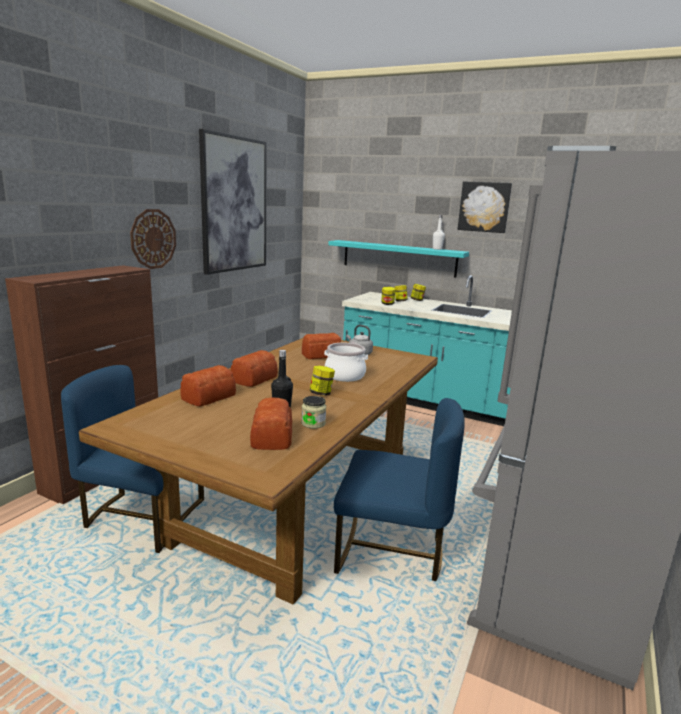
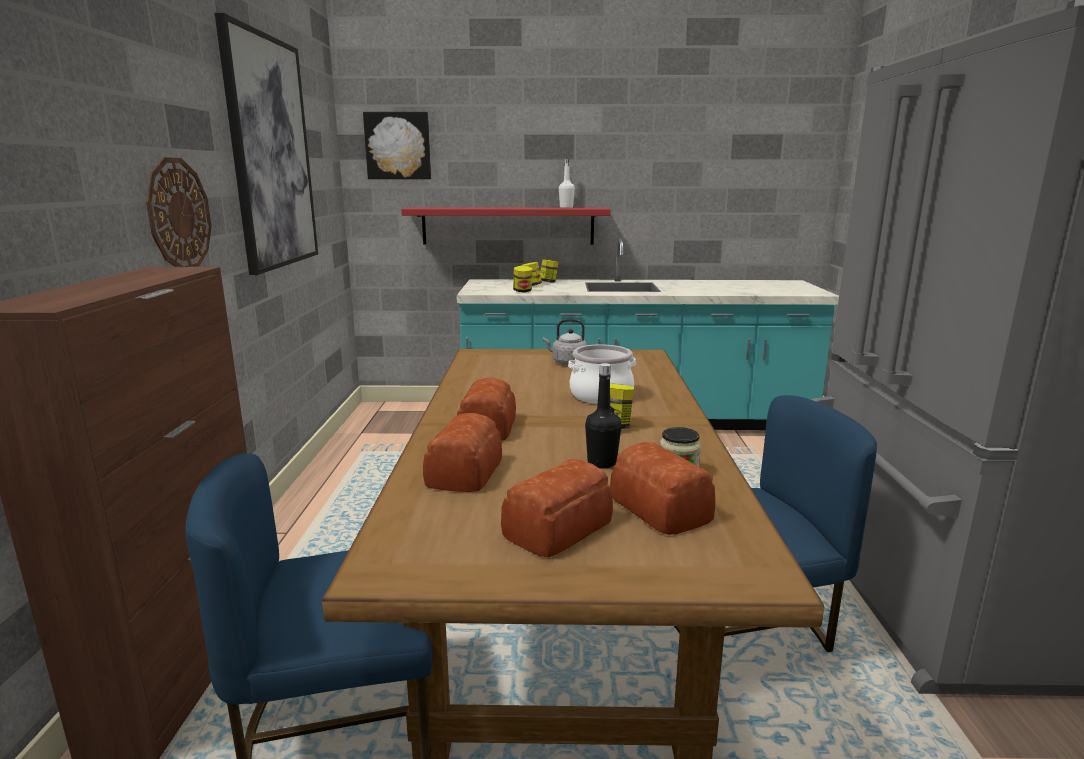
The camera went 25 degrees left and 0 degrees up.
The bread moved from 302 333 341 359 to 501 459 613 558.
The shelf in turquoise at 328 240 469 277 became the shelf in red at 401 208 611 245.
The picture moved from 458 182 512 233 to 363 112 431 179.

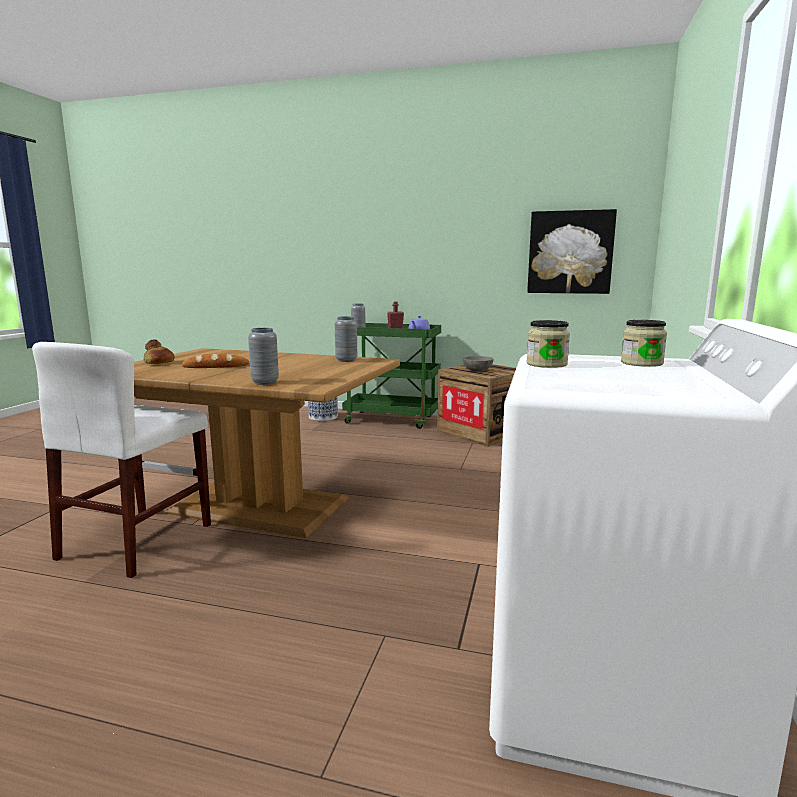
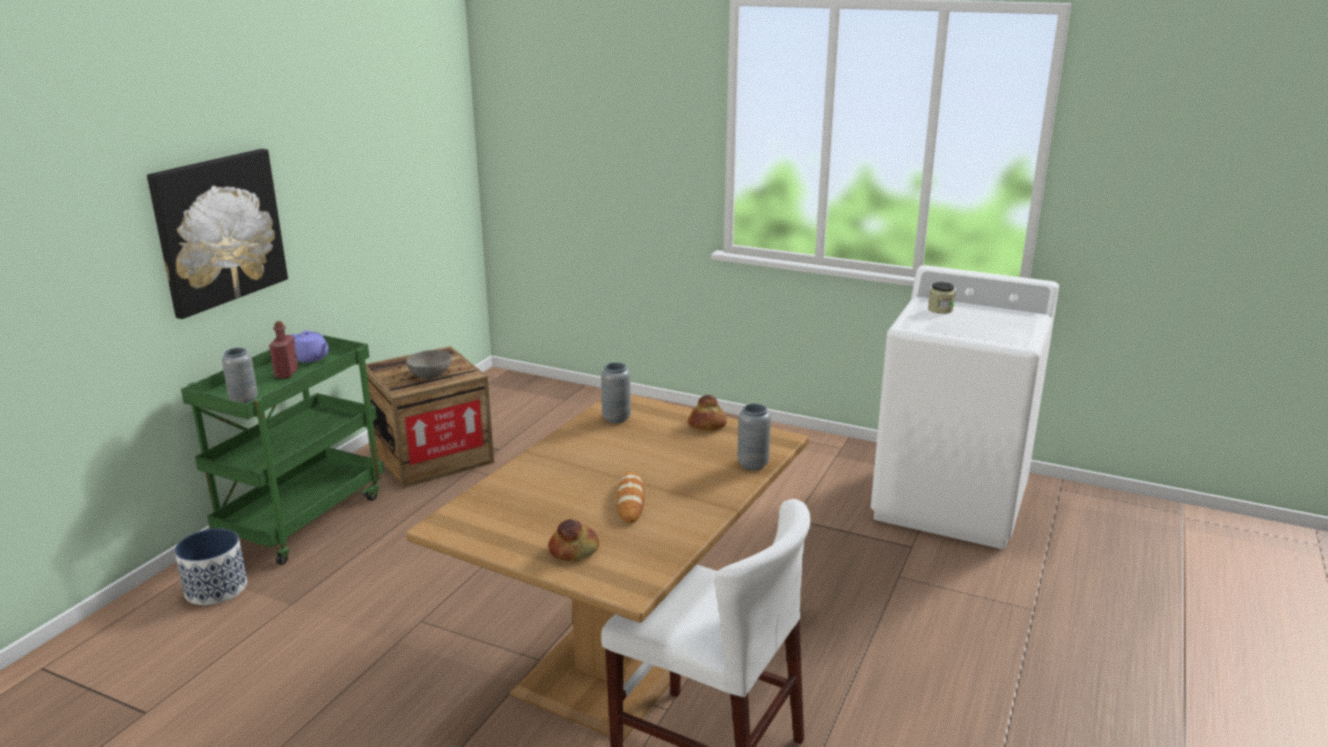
The camera went 80 degrees left and 10 degrees up.
The picture moved from 527 209 617 294 to 147 149 288 319.
The jar at 527 320 570 368 disappeared.
The bread at 688 395 727 431 appeared.

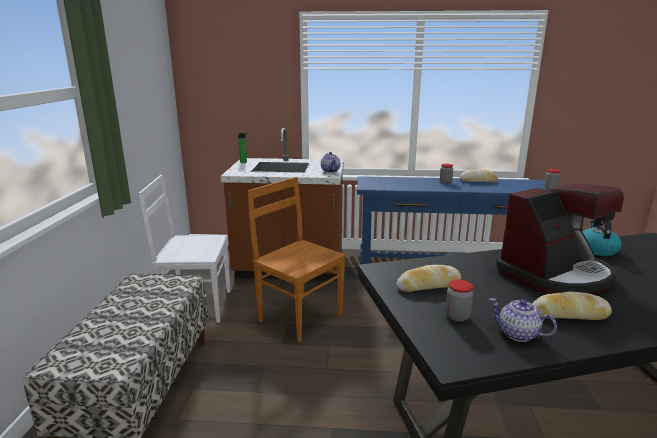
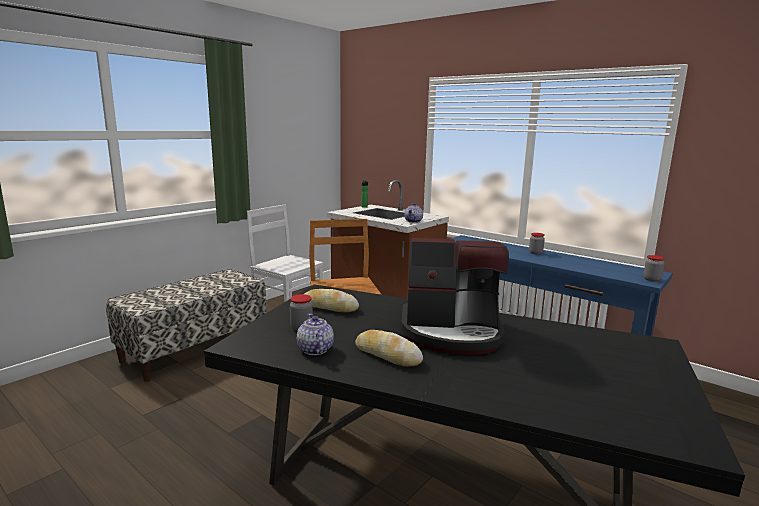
The camera went 35 degrees right and 5 degrees down.
The bread at 460 169 498 182 disappeared.
The kettle at 582 219 622 256 disappeared.

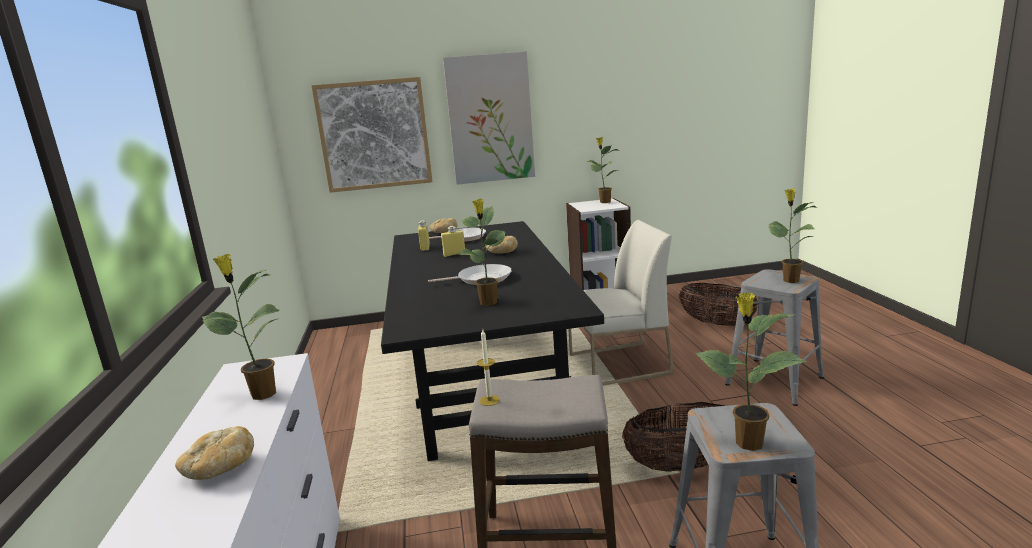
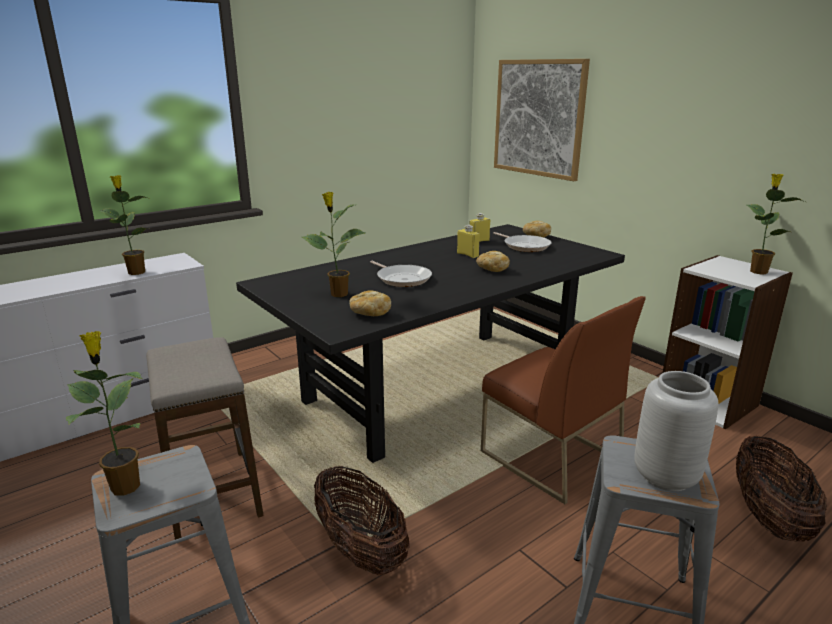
The camera went 60 degrees right and 5 degrees up.
The bread moved from 175 426 254 480 to 349 290 391 316.
The picture at 443 52 535 185 disappeared.
The candle at 477 328 500 406 disappeared.
The chair in white at 568 220 674 386 became the chair in brown at 481 296 646 504.
The potted plant at 769 188 818 283 was replaced by the vase in grey at 635 371 719 491.

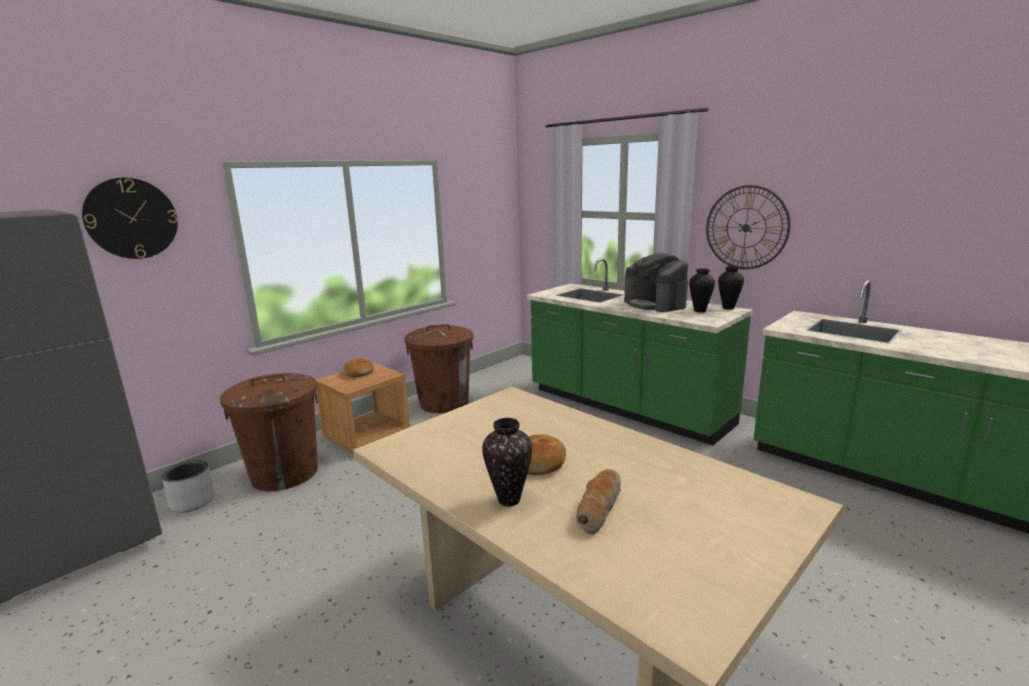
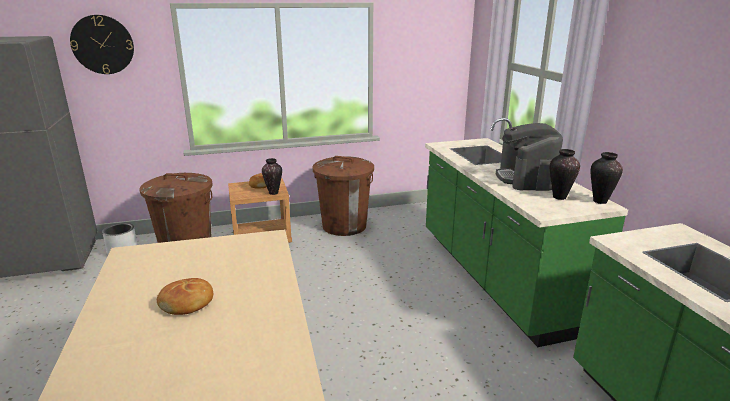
The camera went 30 degrees right and 5 degrees up.
The vase moved from 482 418 532 506 to 262 158 282 195.
The bread at 576 469 621 535 disappeared.
The wall clock at 706 185 790 269 disappeared.

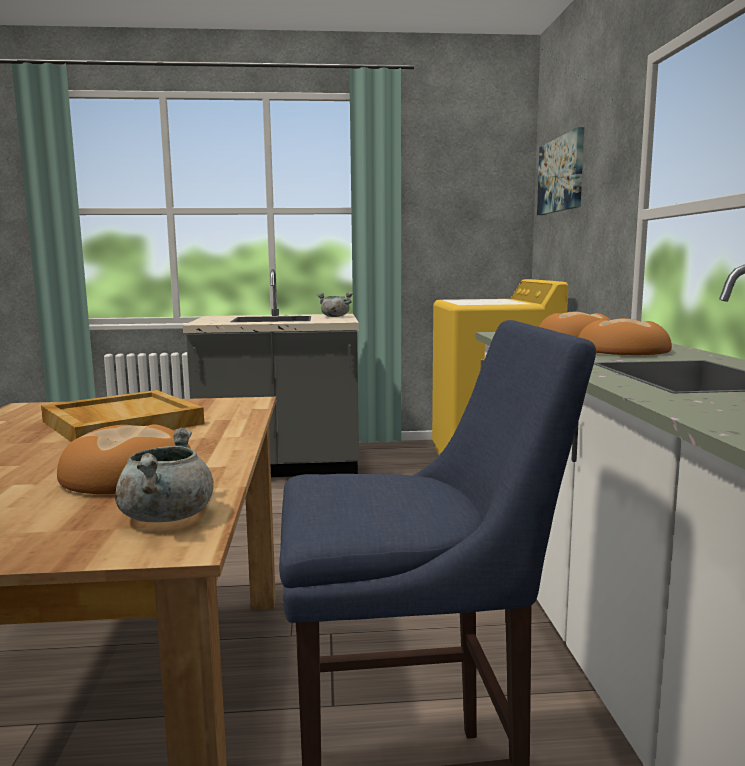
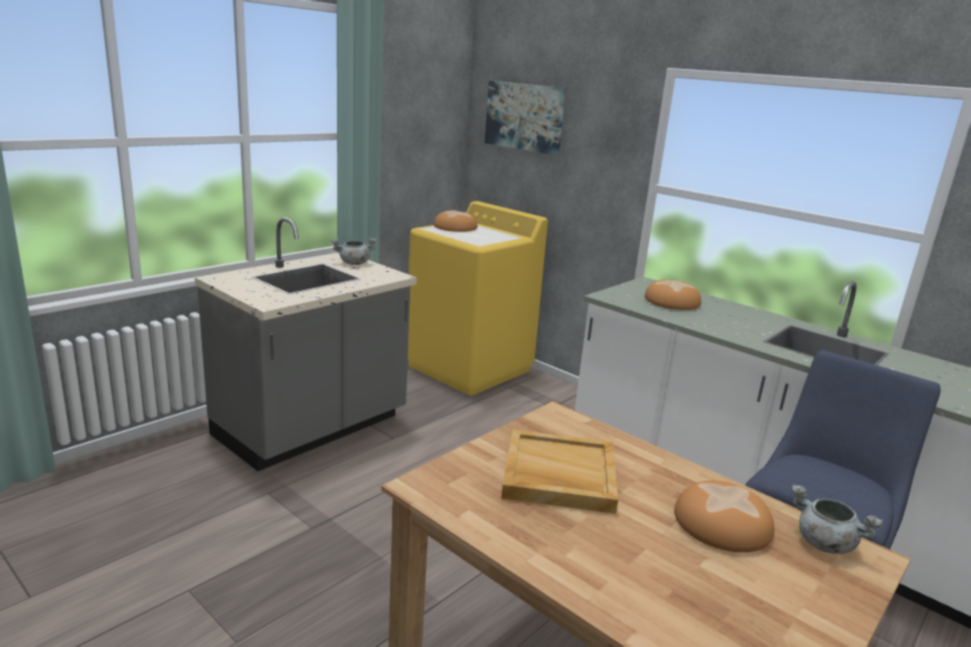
The camera went 45 degrees left and 10 degrees up.
The bread moved from 578 318 672 355 to 434 210 477 232.

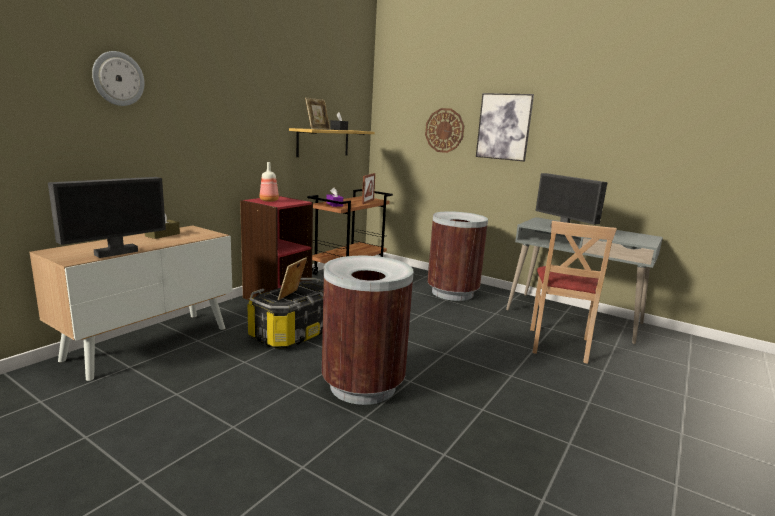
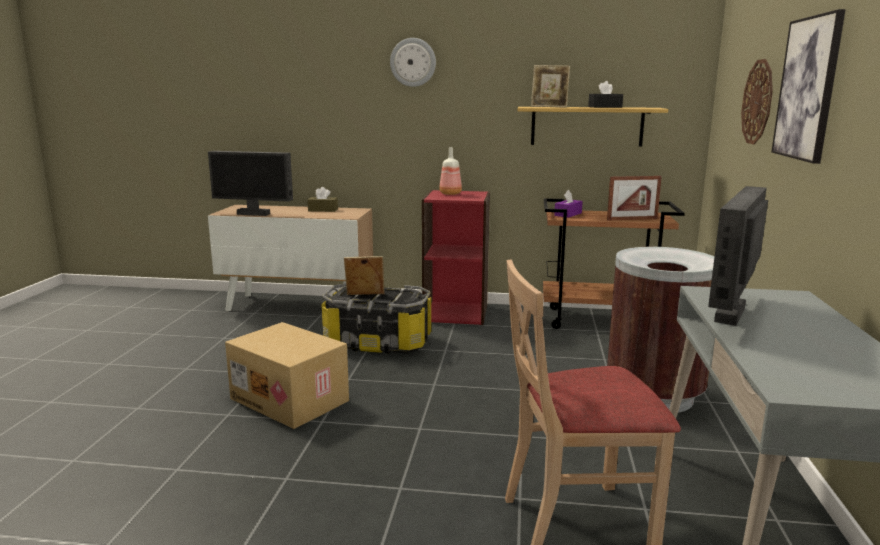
The camera went 65 degrees right and 0 degrees up.
The wall clock moved from 92 51 144 106 to 390 38 436 87.
The trash can in brown at 322 256 413 405 was replaced by the cardboard box at 225 322 349 429.

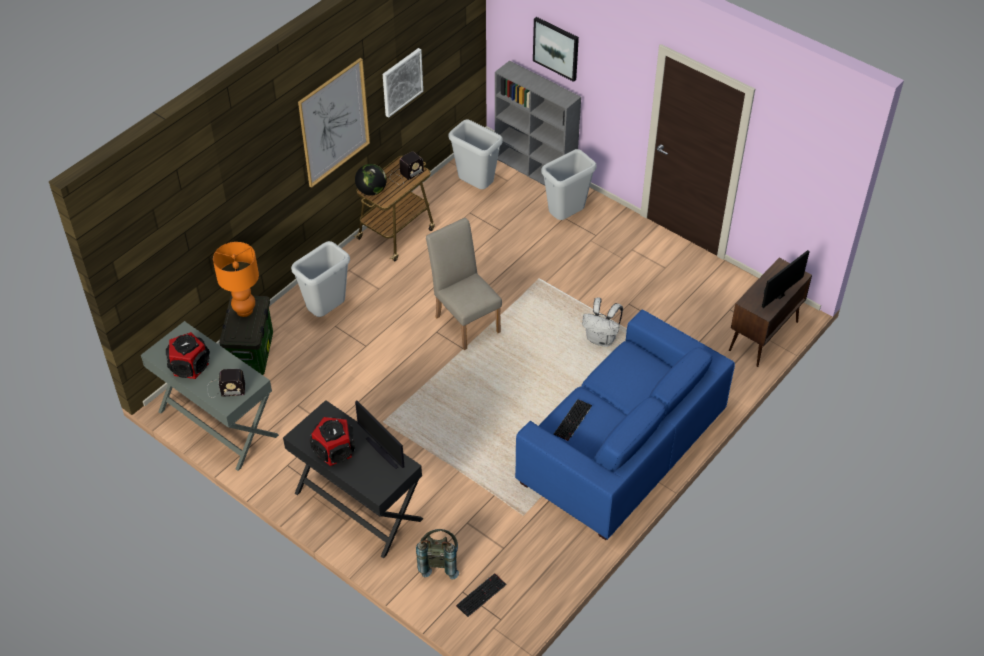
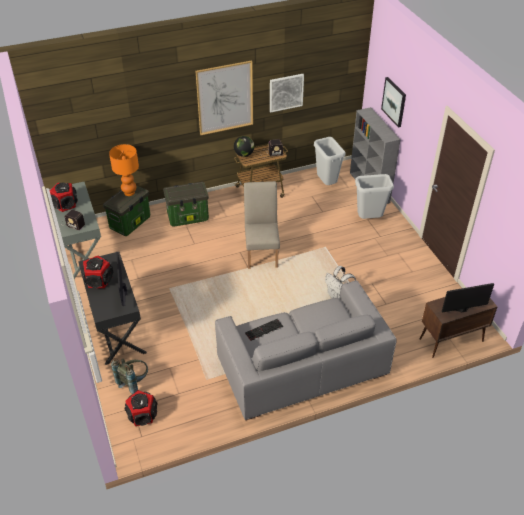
The camera went 30 degrees right and 5 degrees down.
The trash can in grey at 291 241 350 317 was replaced by the storage box at 163 182 209 227.
The keyboard at 456 573 507 617 was replaced by the speaker at 124 390 158 426.
The sofa in blue at 515 310 735 540 became the sofa in grey at 215 280 397 420.

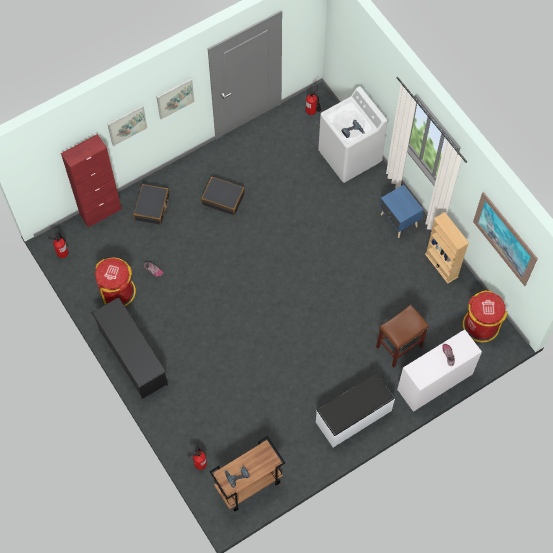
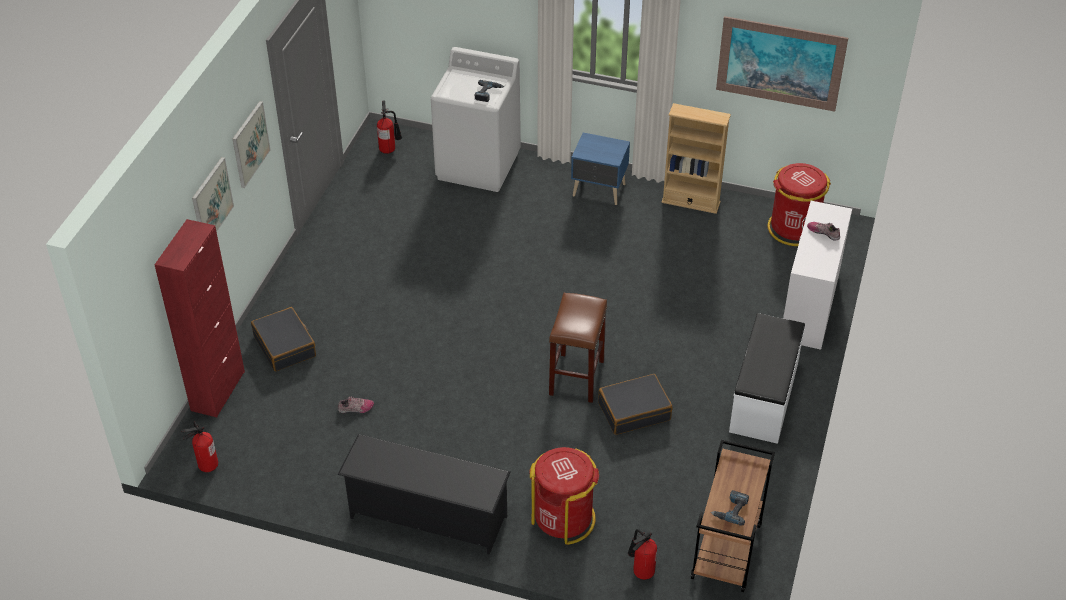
The camera went 40 degrees left and 20 degrees down.
The trash can in red moved from 95 258 136 307 to 529 447 599 545.
The suitcase in black moved from 201 177 245 215 to 598 374 673 435.
The stool in brown moved from 376 305 429 368 to 549 293 607 403.

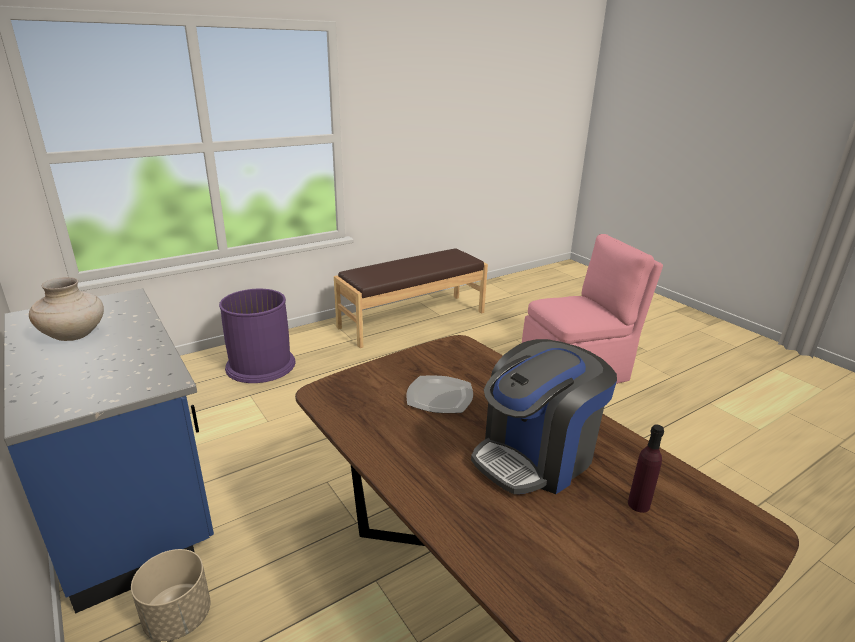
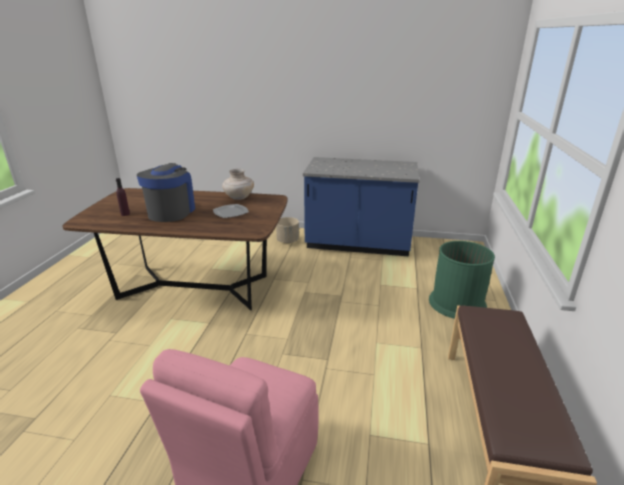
The camera went 135 degrees right and 0 degrees up.
The vase in beige moved from 29 277 104 341 to 222 169 254 200.
The trash can in purple at 219 289 296 383 became the trash can in green at 429 241 495 319.

